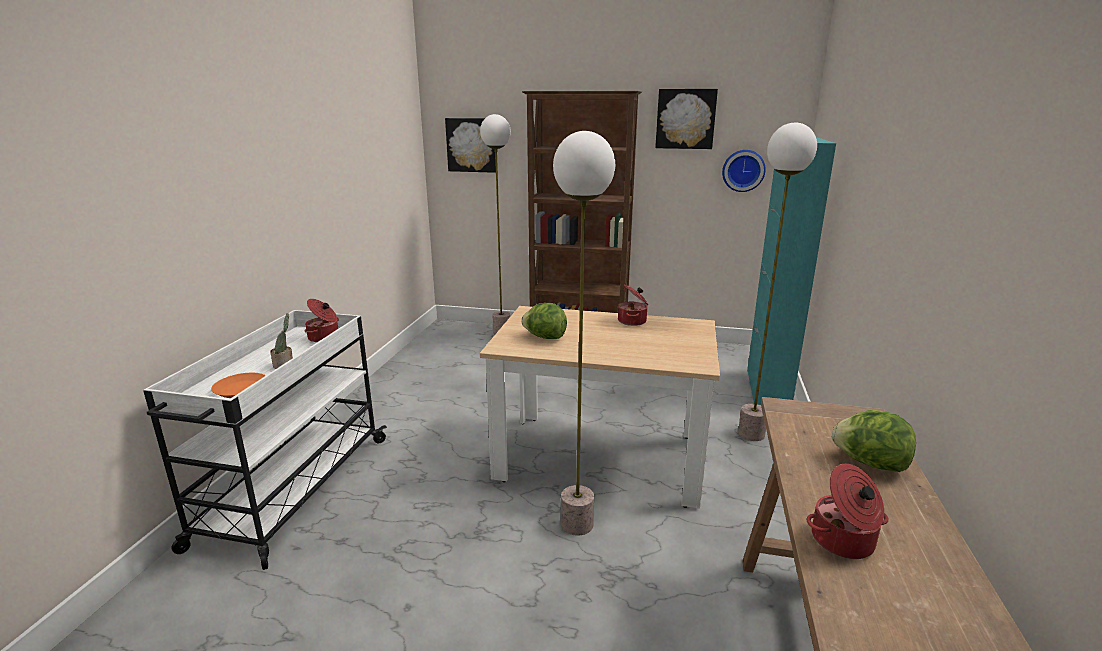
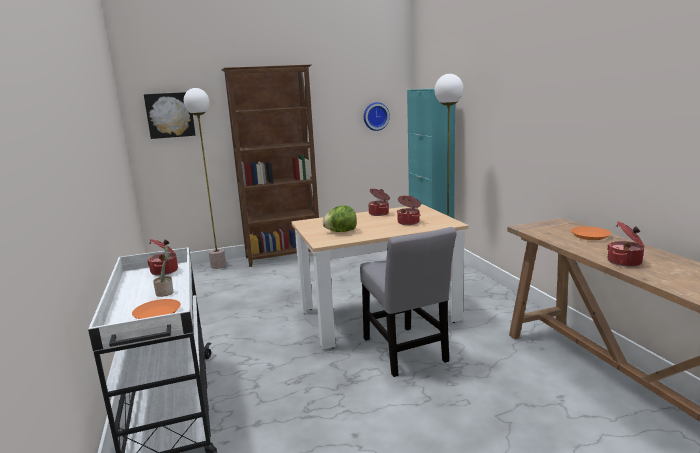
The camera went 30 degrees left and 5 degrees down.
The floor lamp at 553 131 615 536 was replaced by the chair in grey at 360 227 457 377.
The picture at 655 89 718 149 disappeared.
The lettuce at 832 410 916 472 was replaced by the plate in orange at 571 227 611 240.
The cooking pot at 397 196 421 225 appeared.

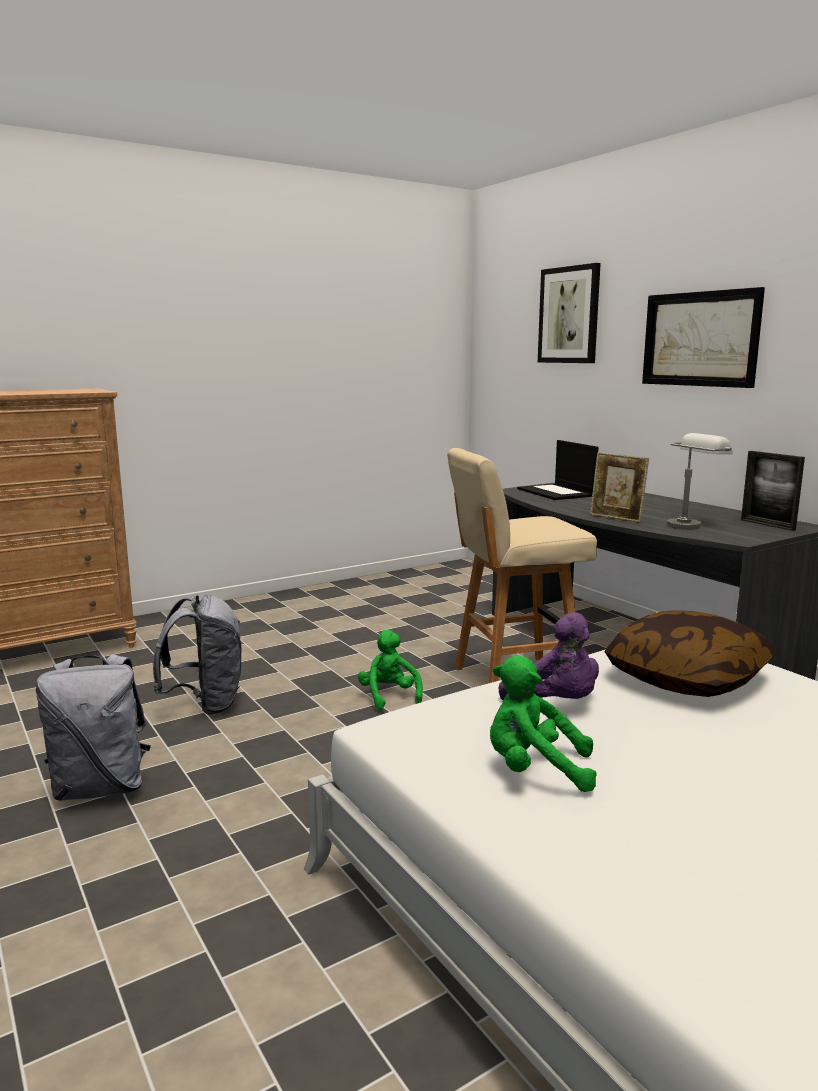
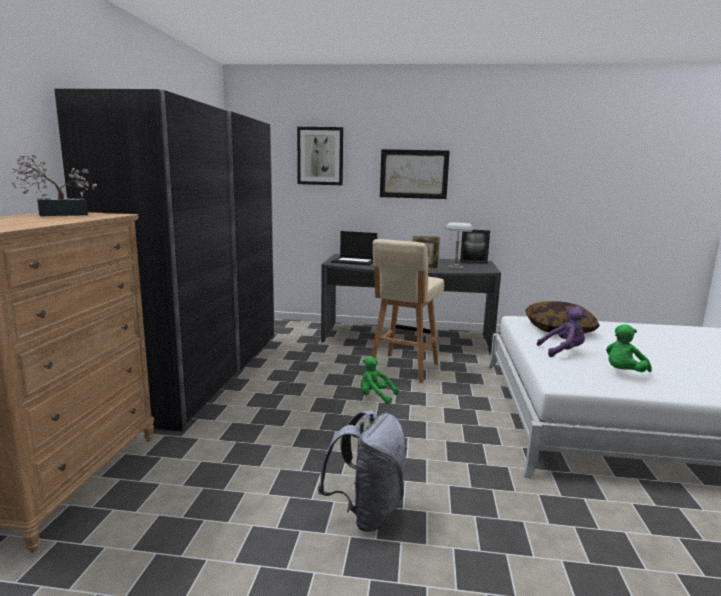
The camera went 50 degrees left and 0 degrees up.
The backpack in grey at 153 595 241 715 disappeared.
The potted plant at 12 153 97 216 appeared.
The wardrobe in grey at 54 89 275 431 appeared.

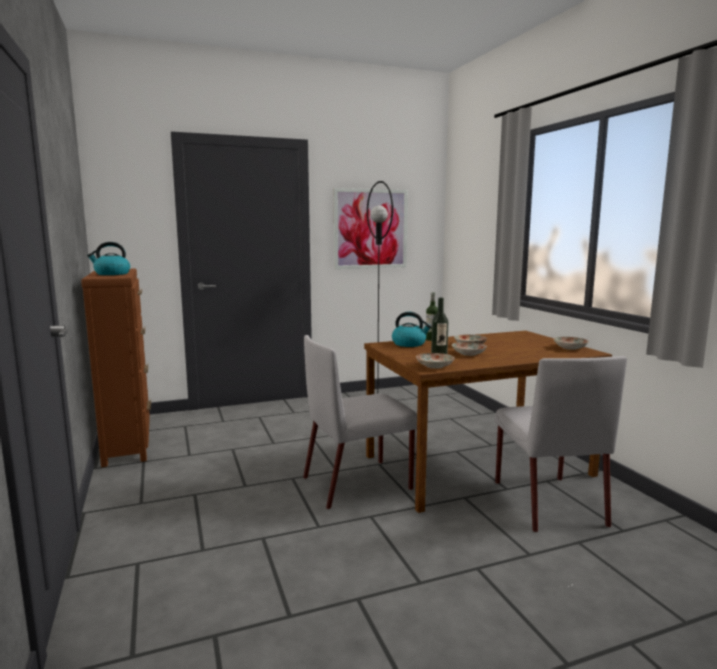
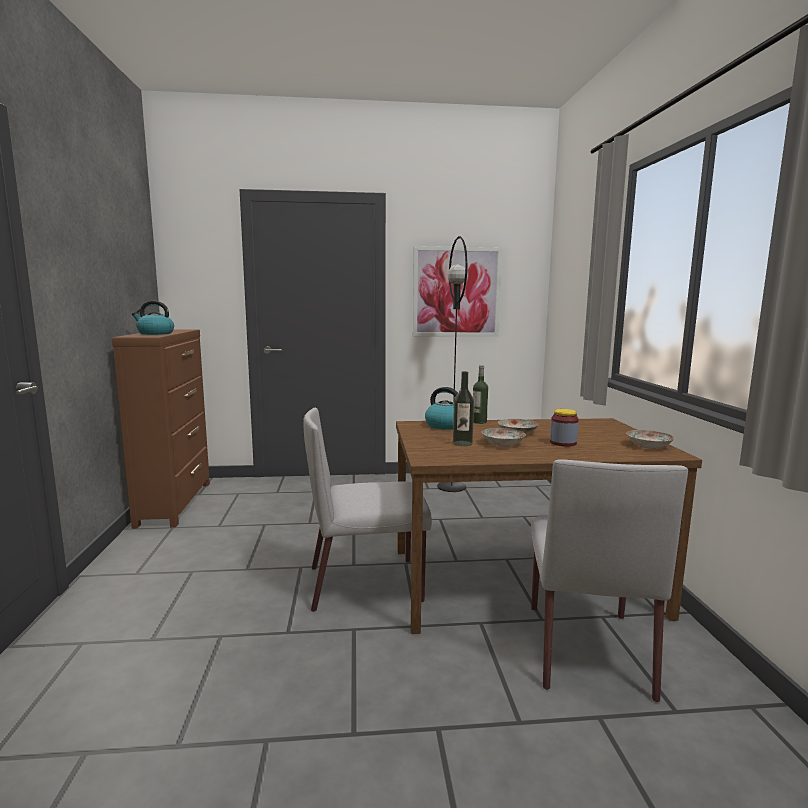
The camera went 15 degrees right and 0 degrees up.
The plate at 416 353 455 369 disappeared.
The jar at 550 409 579 447 appeared.

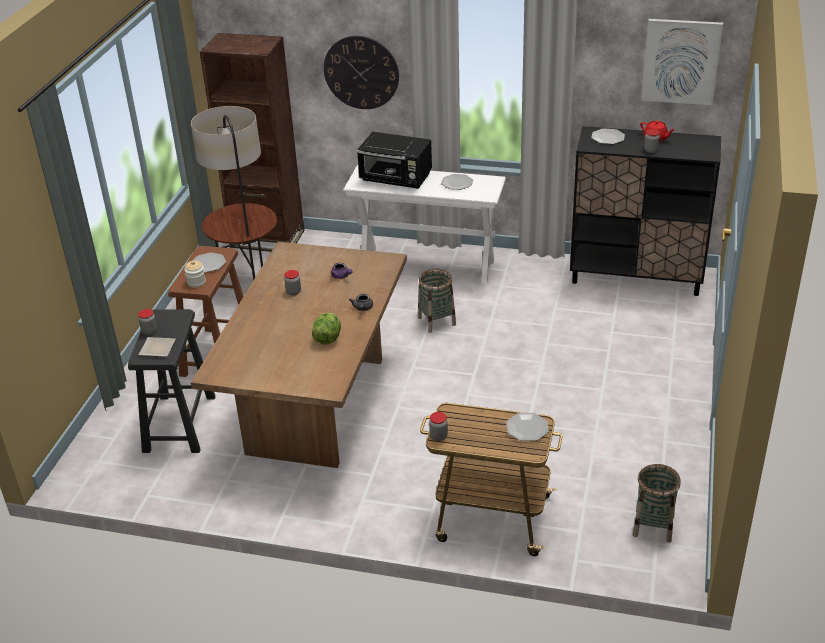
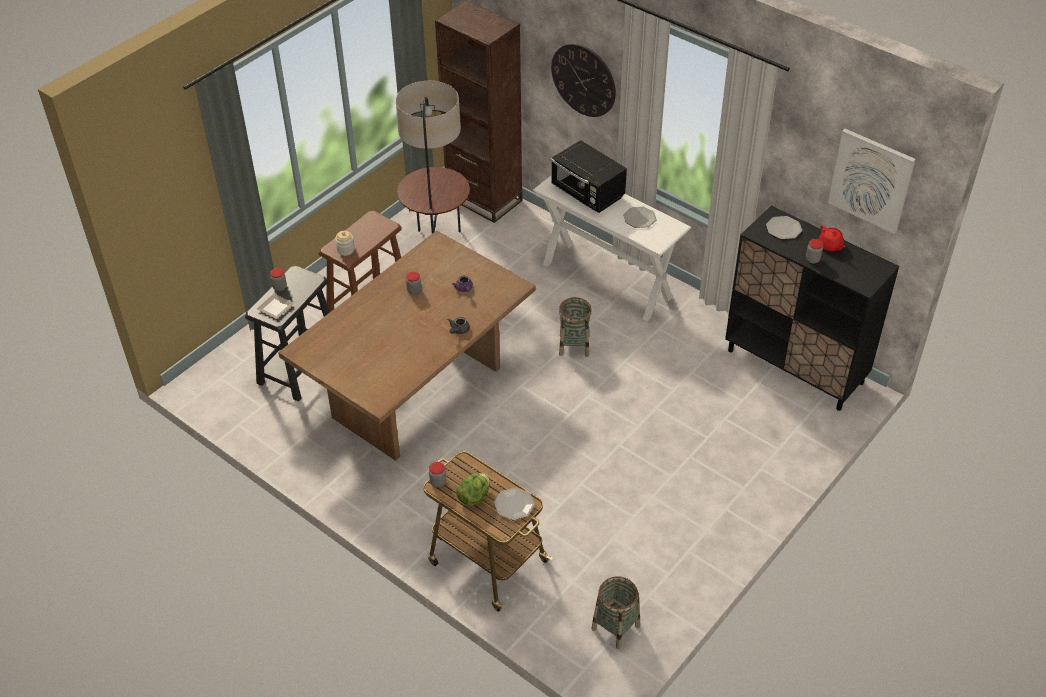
The camera went 25 degrees right and 10 degrees up.
The plate at 192 252 226 273 disappeared.
The lettuce moved from 312 313 341 344 to 456 473 490 506.

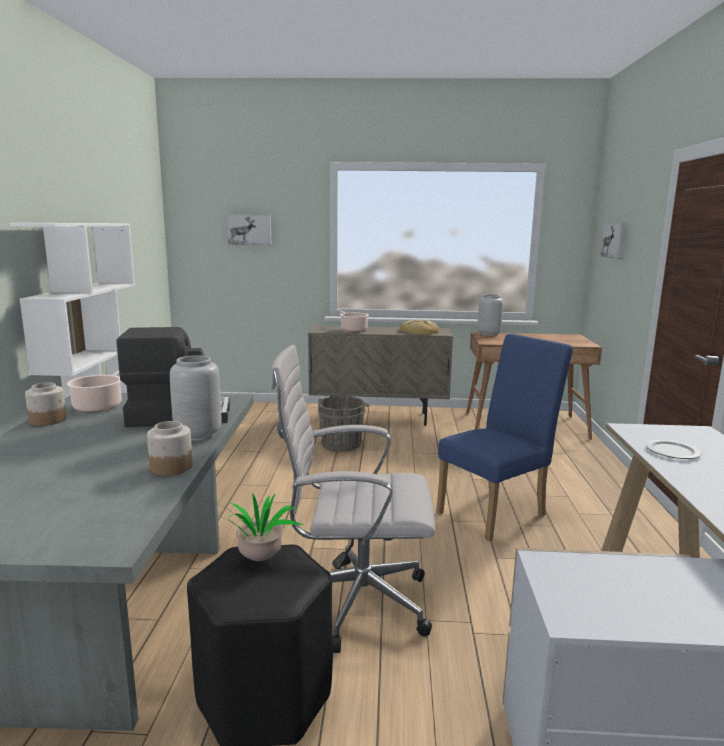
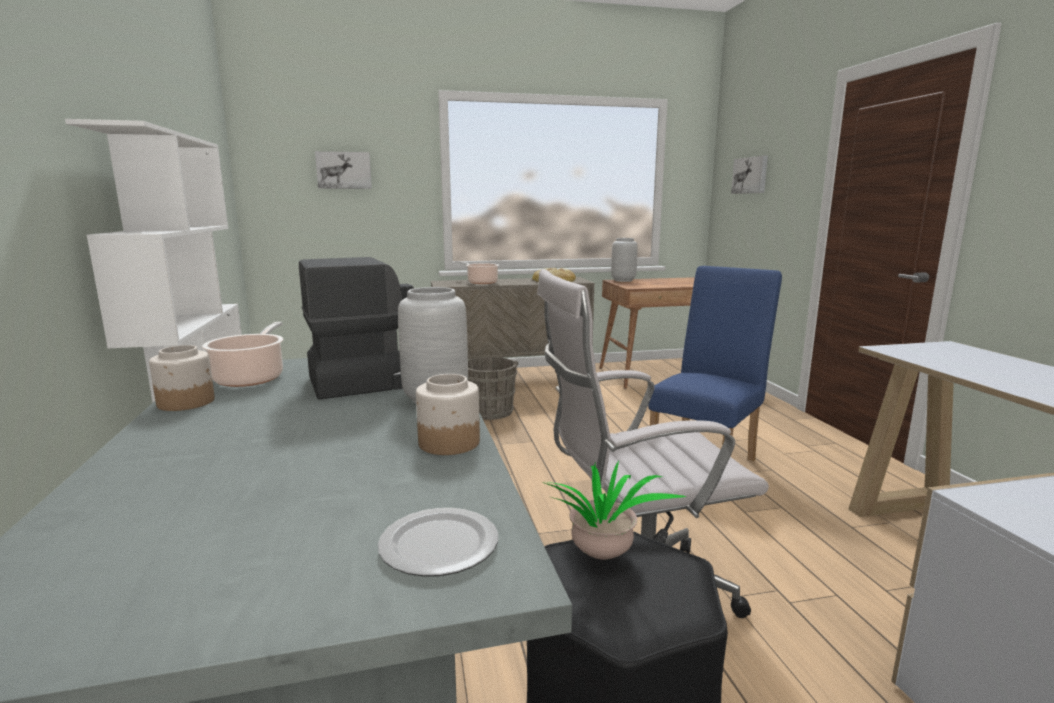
The camera went 15 degrees left and 0 degrees up.
The plate moved from 646 440 701 459 to 378 508 498 577.

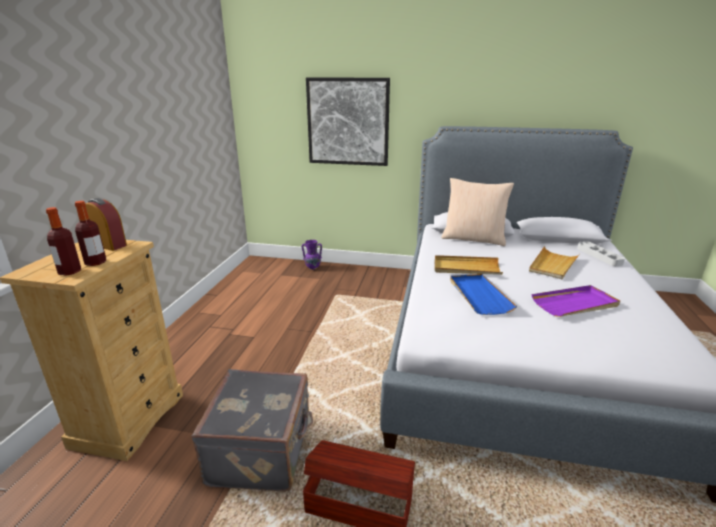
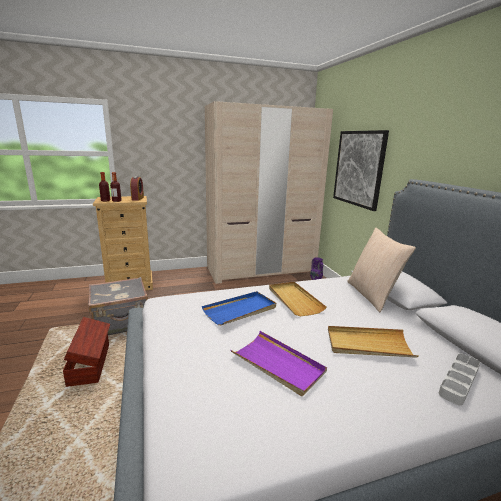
The camera went 60 degrees right and 5 degrees down.
The wardrobe in beige at 205 101 333 284 appeared.

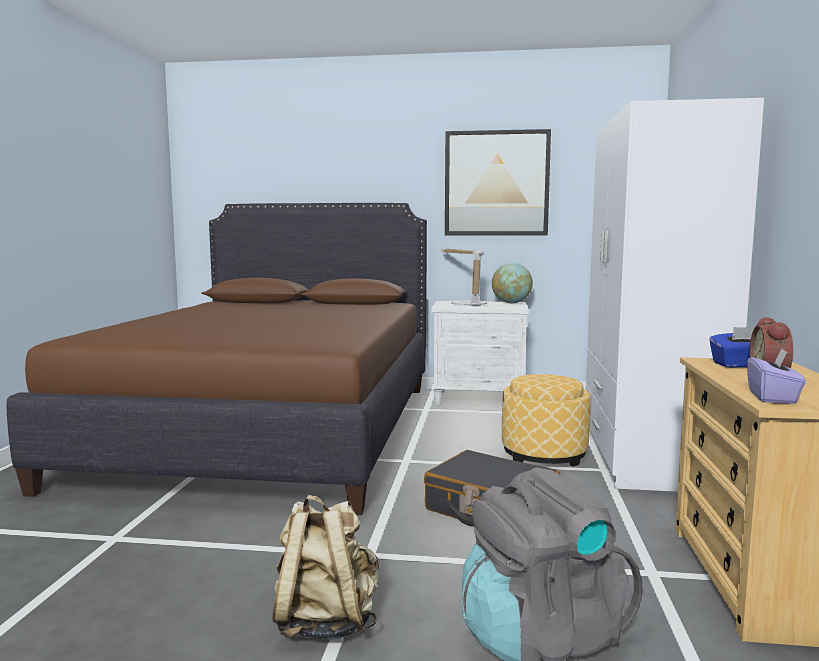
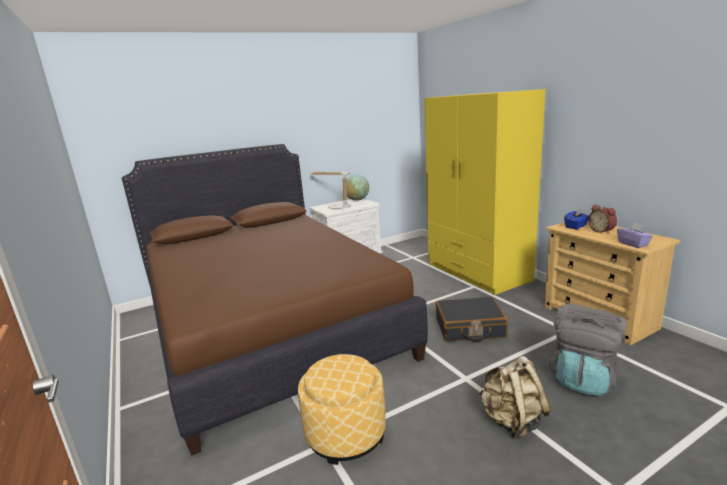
The camera went 35 degrees left and 10 degrees up.
The picture at 445 129 551 236 disappeared.
The ottoman moved from 502 374 591 467 to 298 354 386 465.
The wardrobe in white at 586 98 764 492 became the wardrobe in yellow at 424 89 546 295.

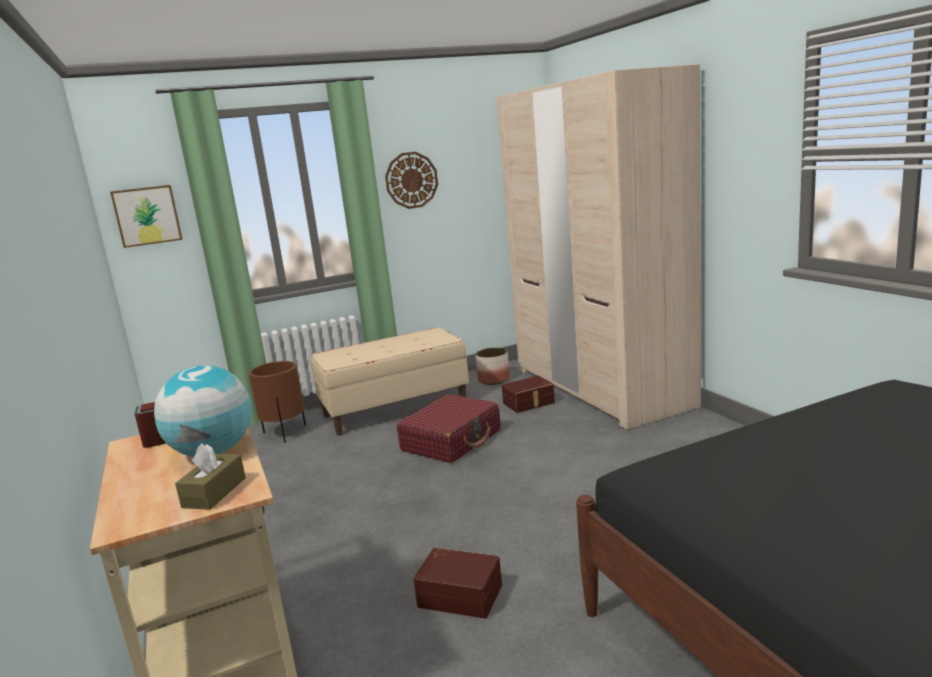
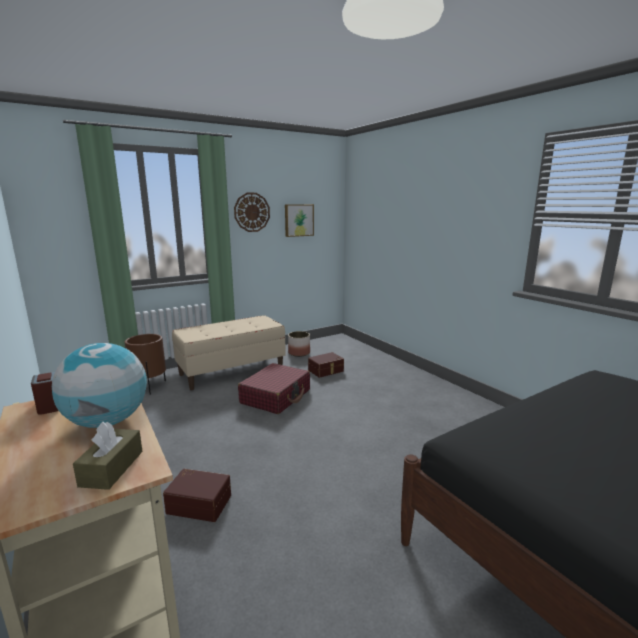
The camera went 10 degrees left and 0 degrees up.
The picture moved from 110 185 183 248 to 285 204 314 237.
The storage box in brown moved from 413 548 502 619 to 163 469 231 522.
The wardrobe in beige at 496 64 701 429 disappeared.

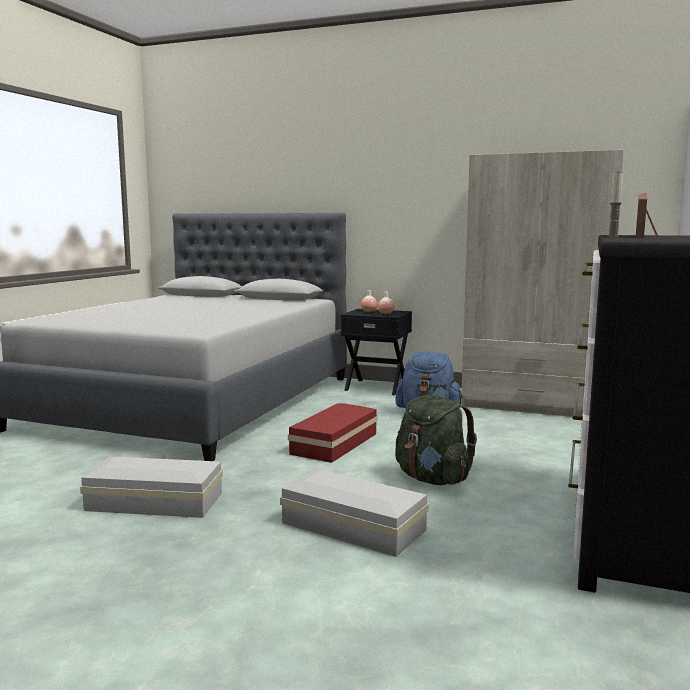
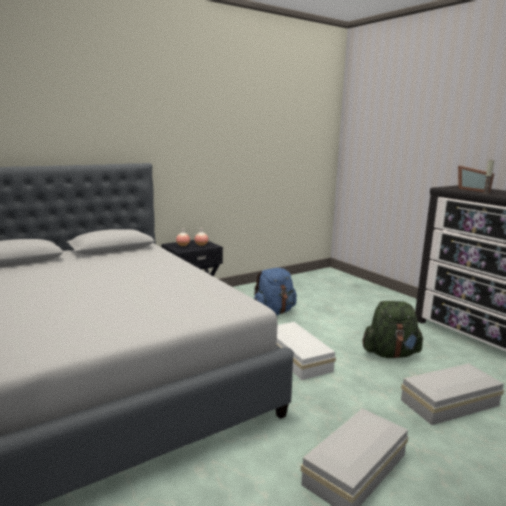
The camera went 55 degrees left and 5 degrees up.
The storage box in red at 288 403 378 463 became the storage box in white at 277 322 336 380.
The wardrobe in beige at 461 150 624 417 disappeared.

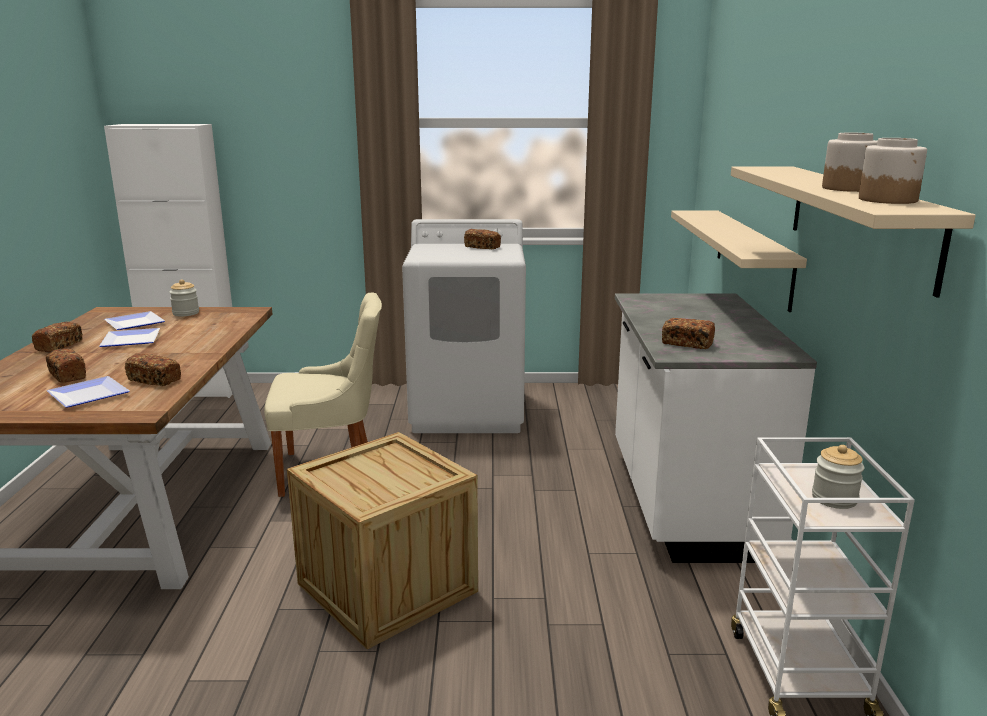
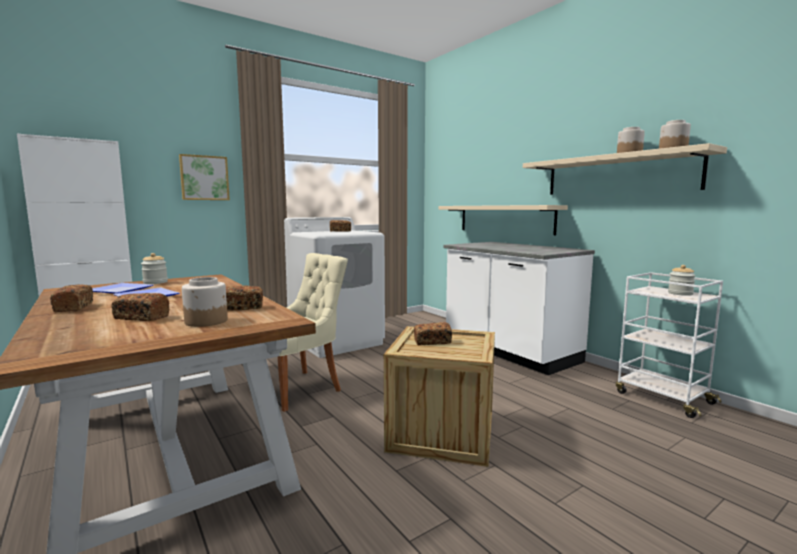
The camera went 35 degrees left and 10 degrees down.
The plate at 47 376 130 408 was replaced by the jar at 182 277 228 327.
The bread moved from 662 318 715 349 to 414 322 452 345.
The picture at 179 154 230 200 appeared.

